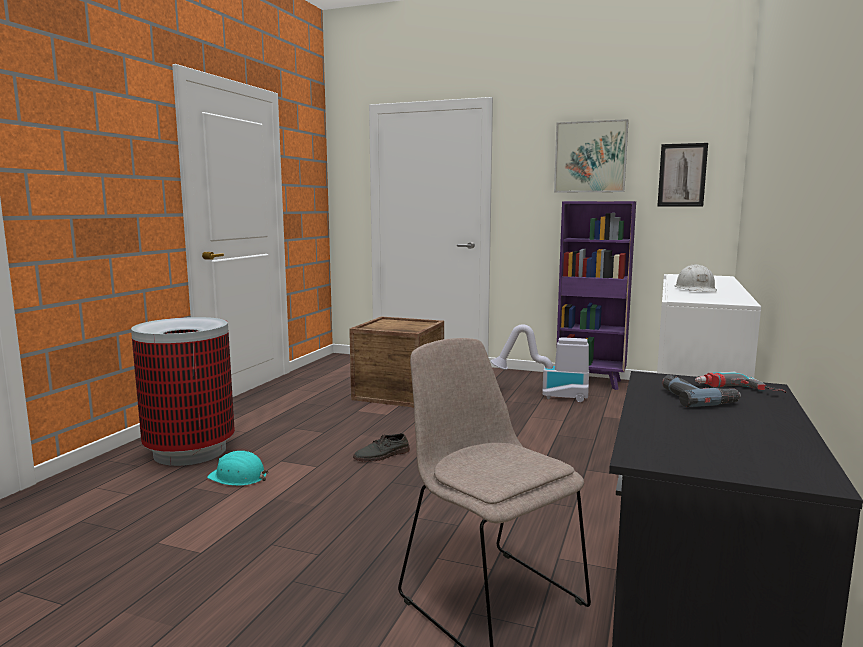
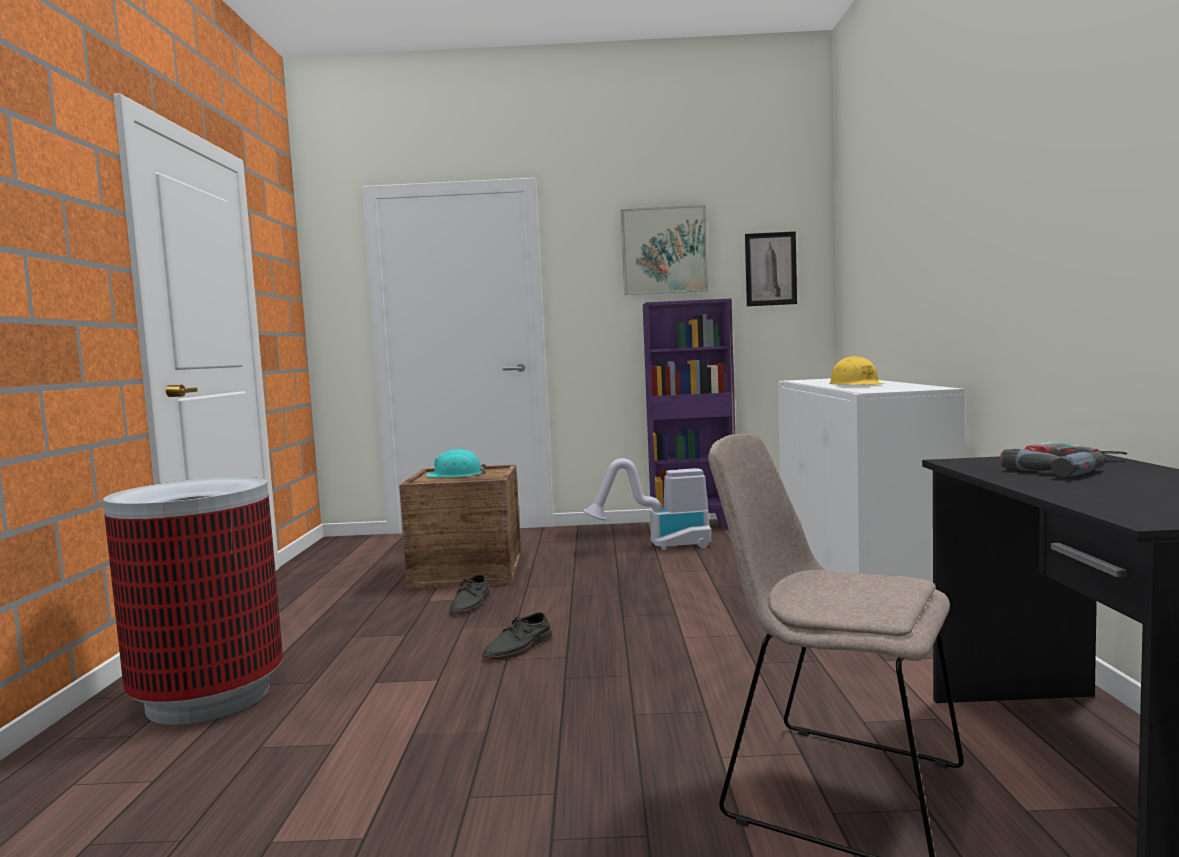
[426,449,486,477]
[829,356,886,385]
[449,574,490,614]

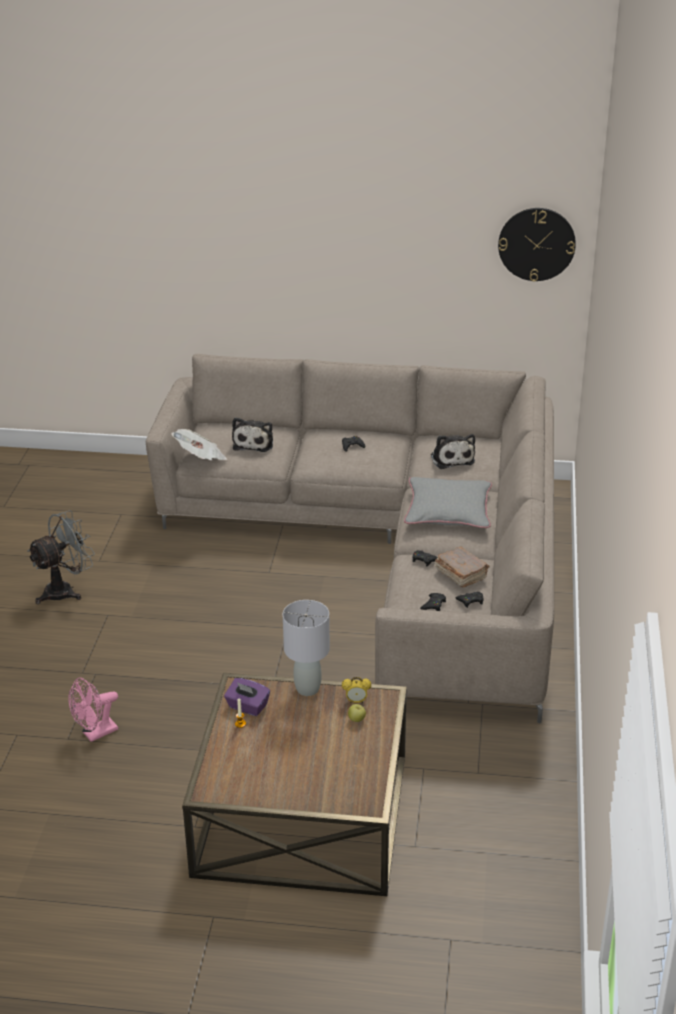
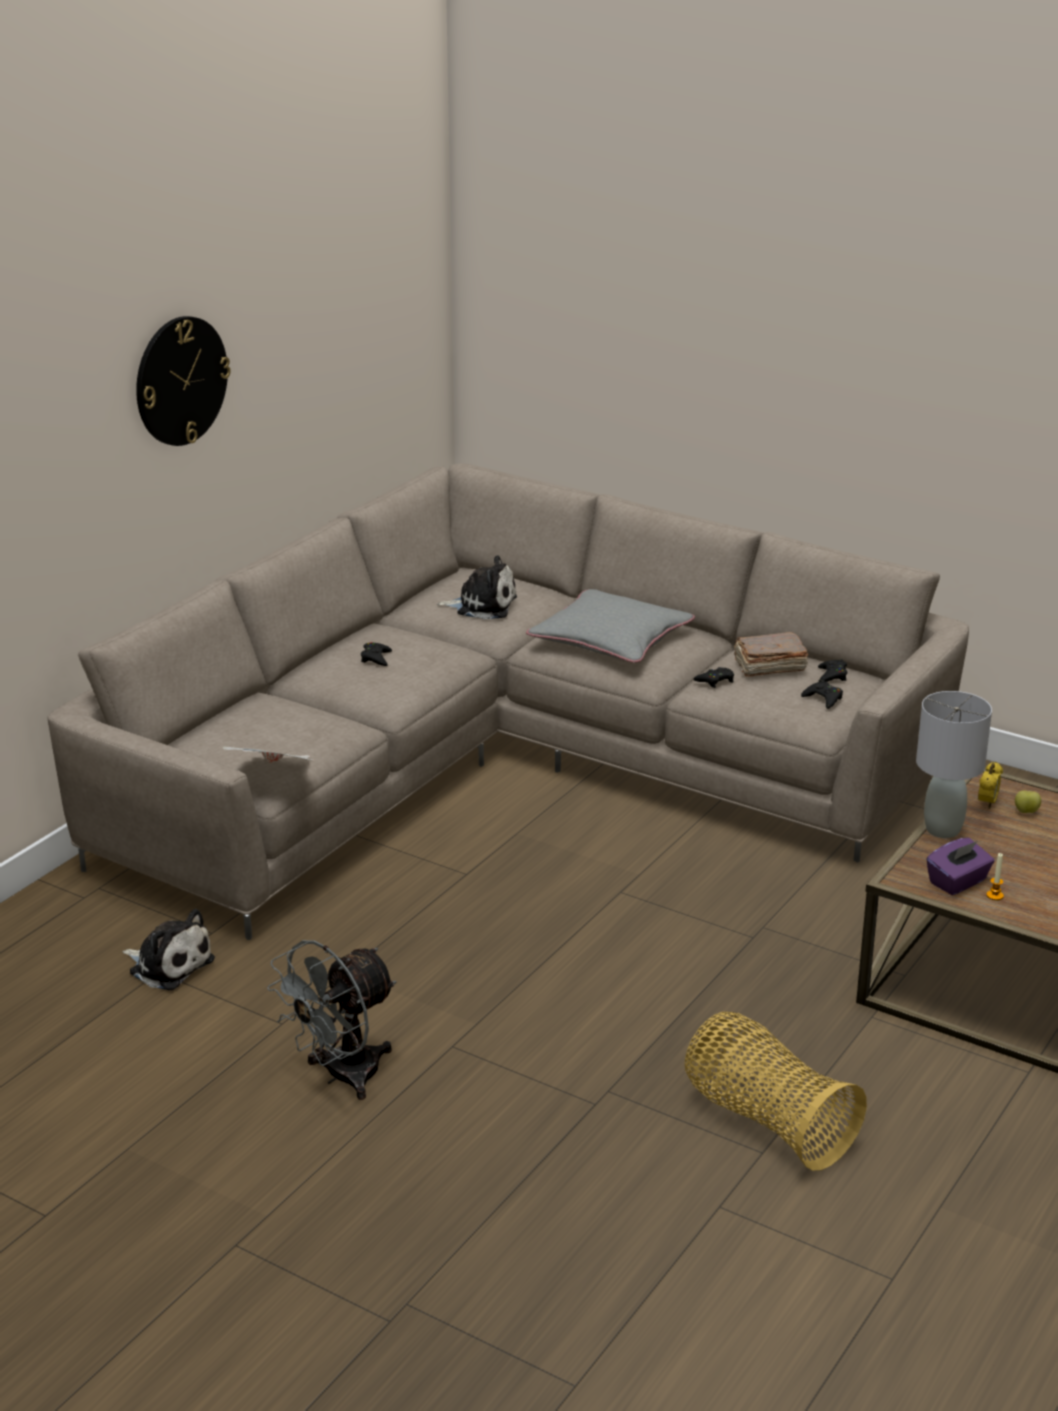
[267,940,397,1100]
[685,1012,867,1171]
[122,909,215,990]
[136,316,231,446]

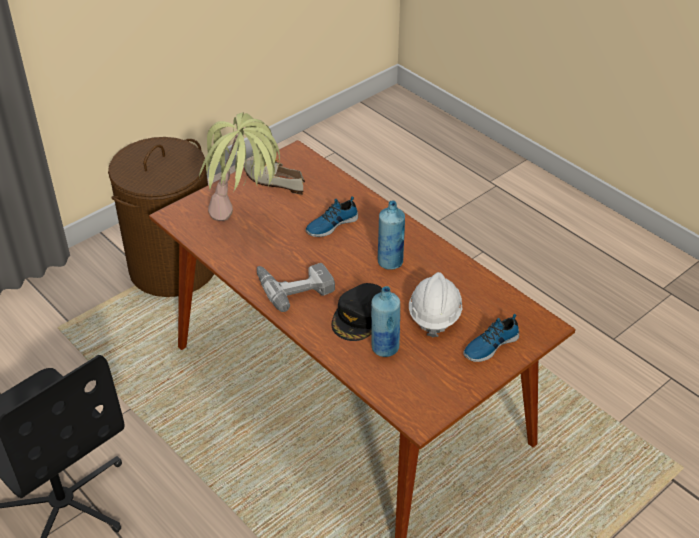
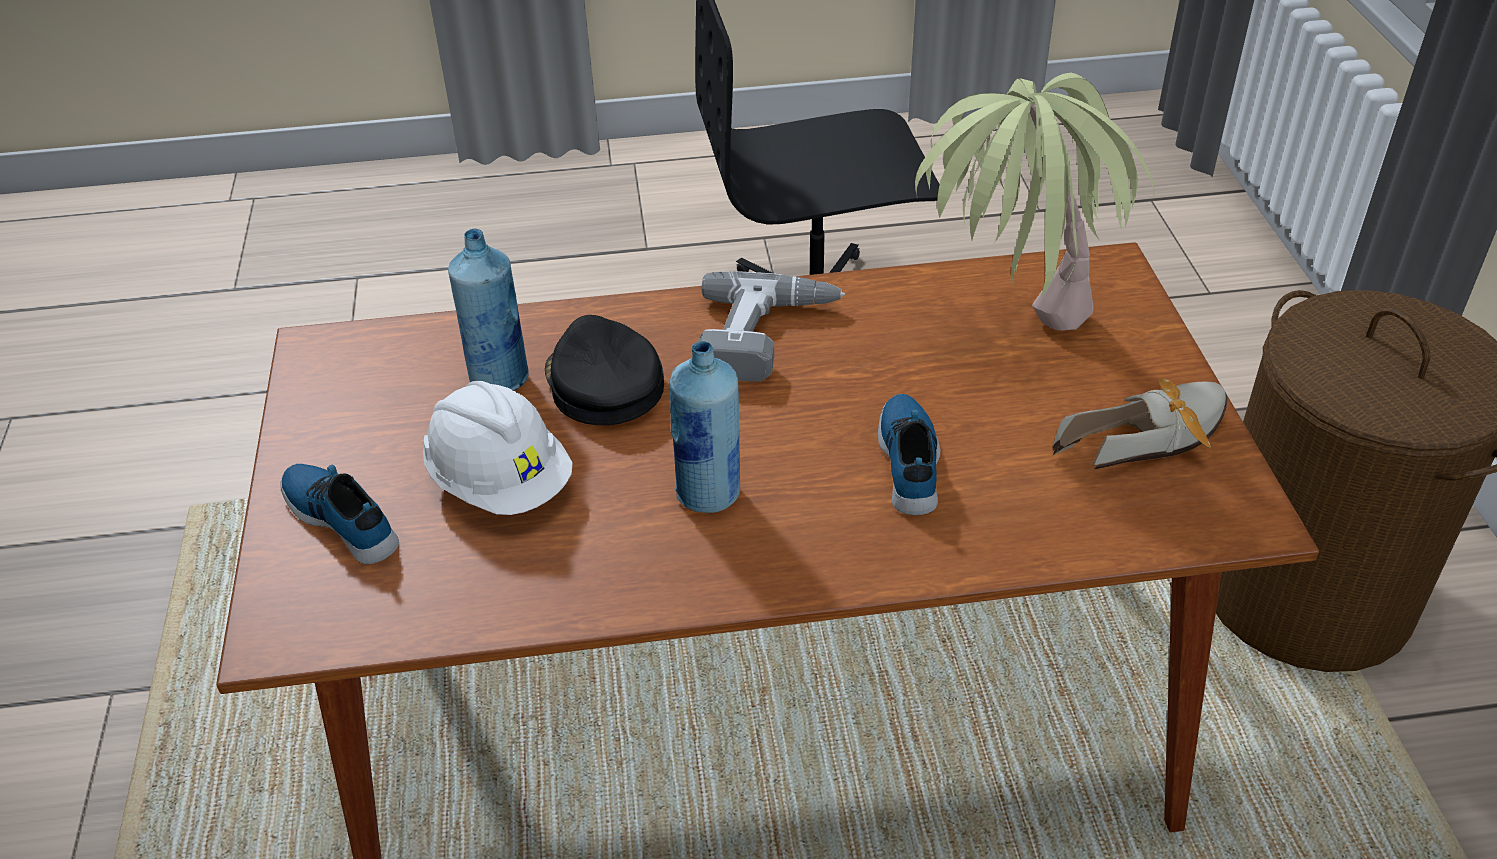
[280,464,399,564]

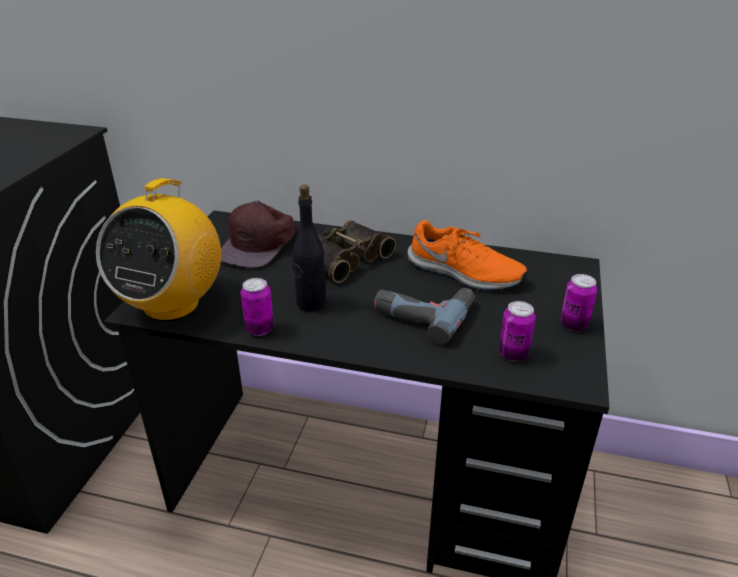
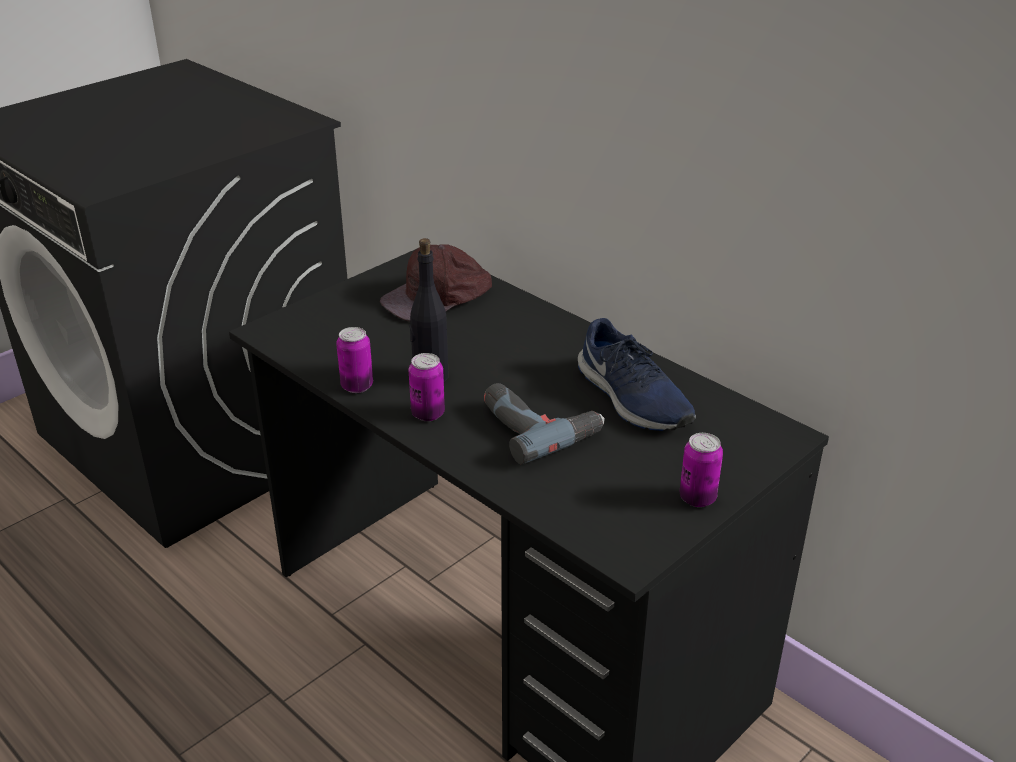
[96,178,221,322] (first image)
[318,220,396,283] (first image)
[578,318,696,431]
[409,353,445,421]

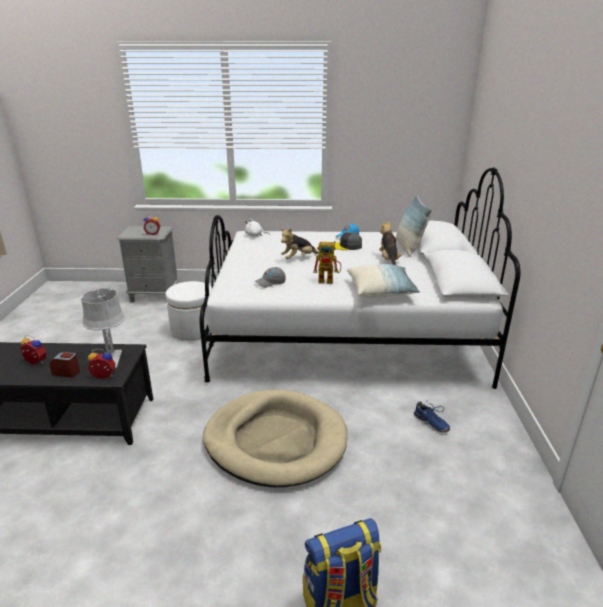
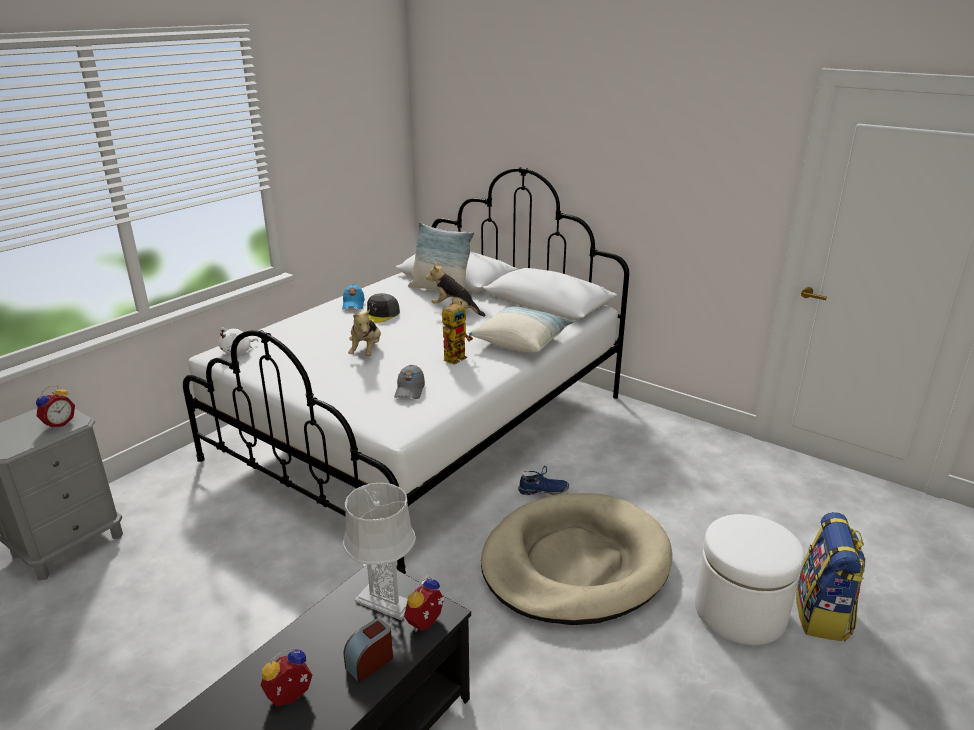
[695,514,804,645]
[518,466,569,495]

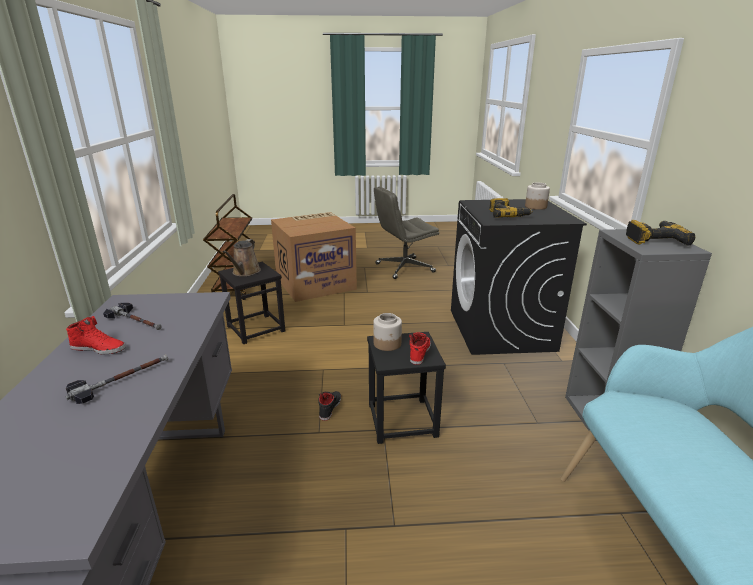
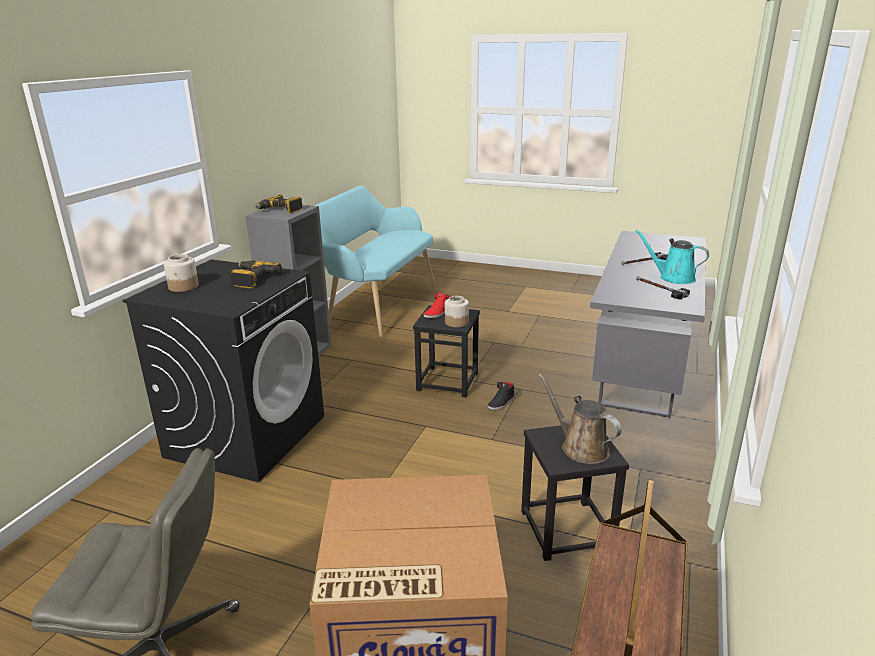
[635,230,709,284]
[538,374,622,464]

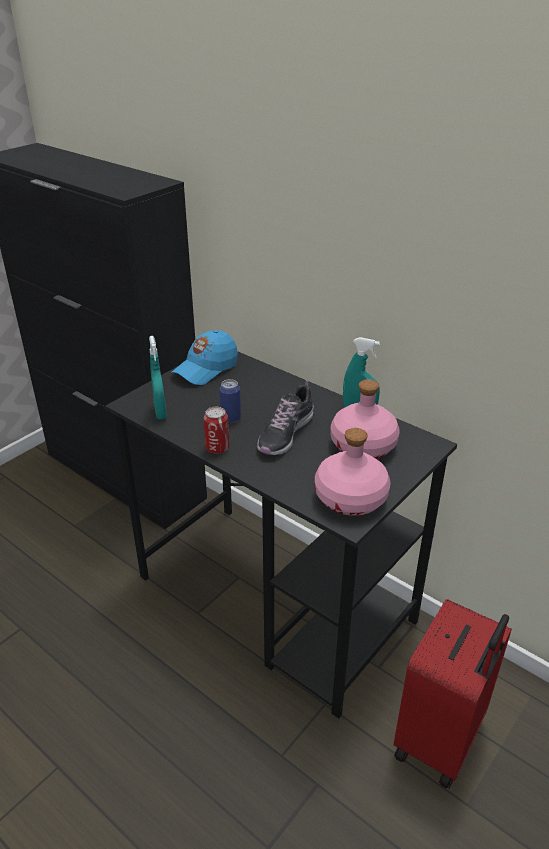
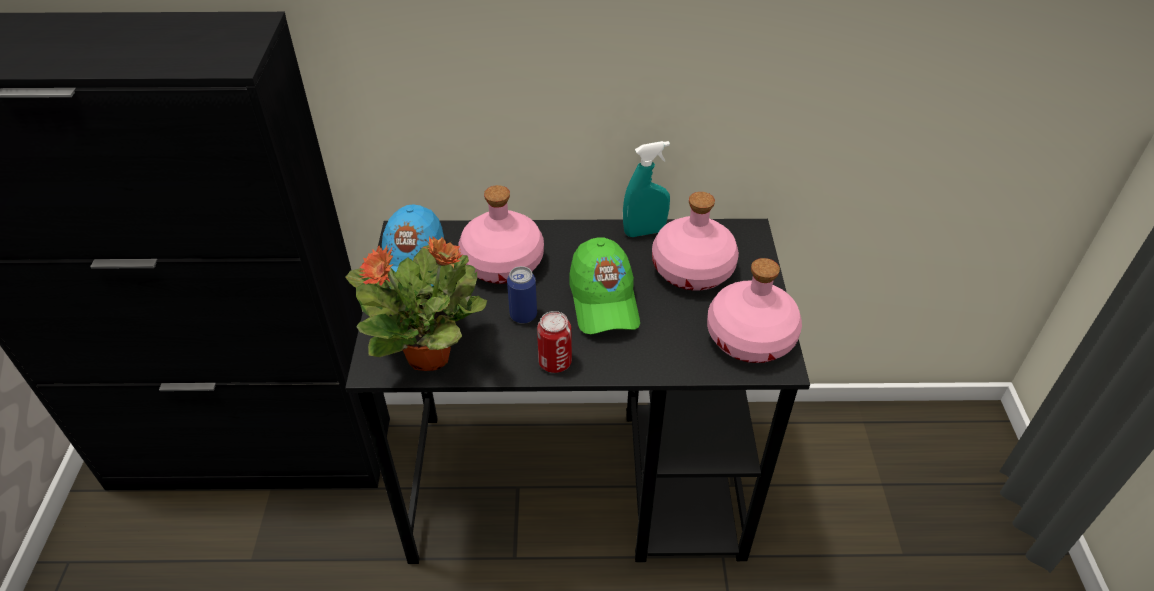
[345,236,487,371]
[570,237,640,335]
[394,599,512,788] (first image)
[458,185,544,284]

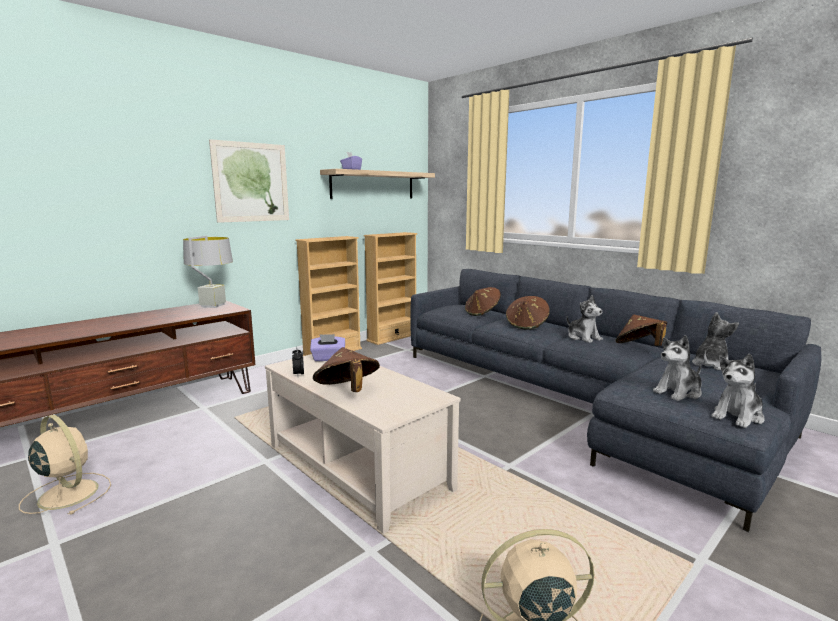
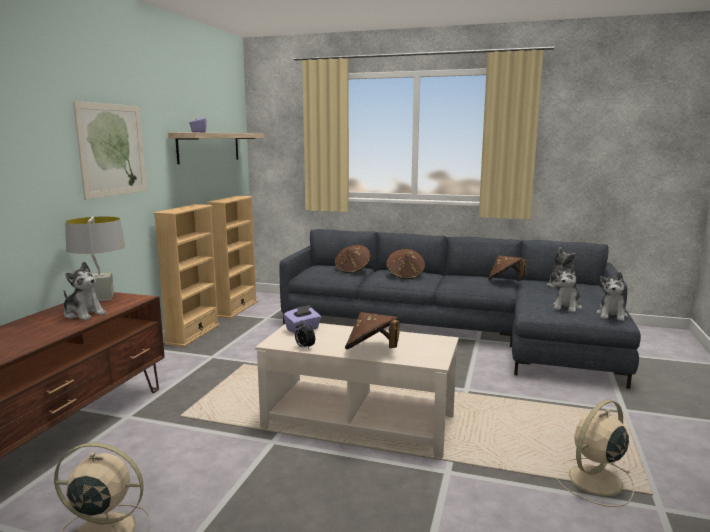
[64,262,106,320]

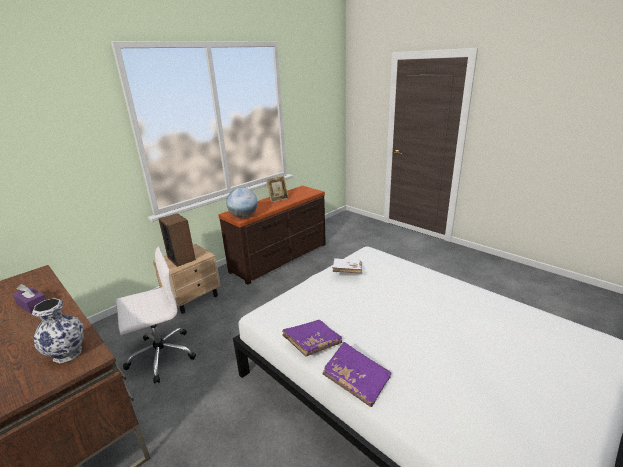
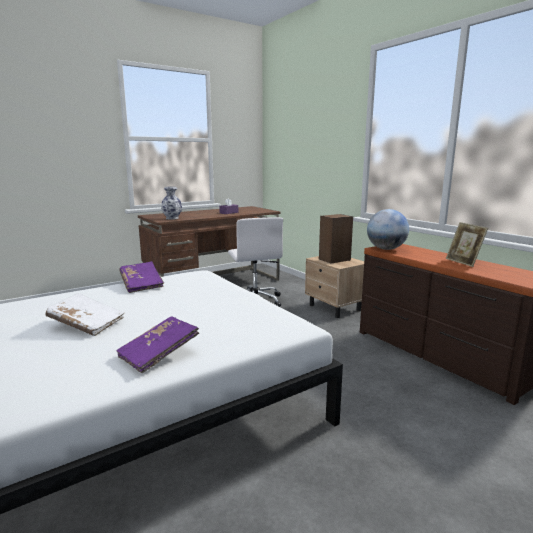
[117,316,199,373]
[45,293,124,336]

